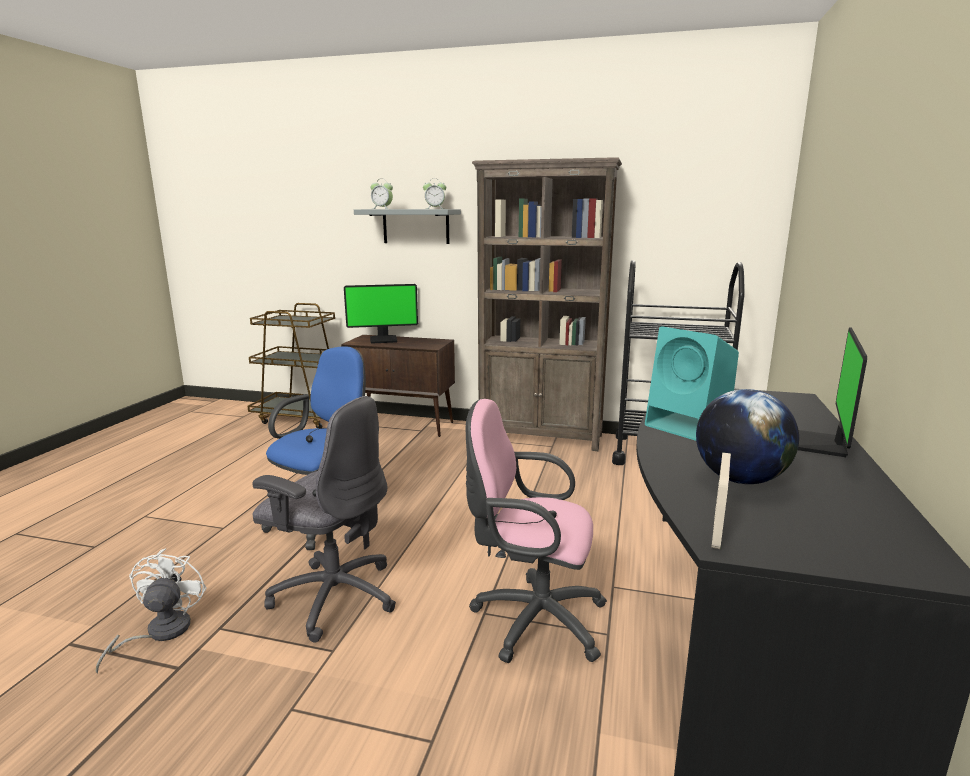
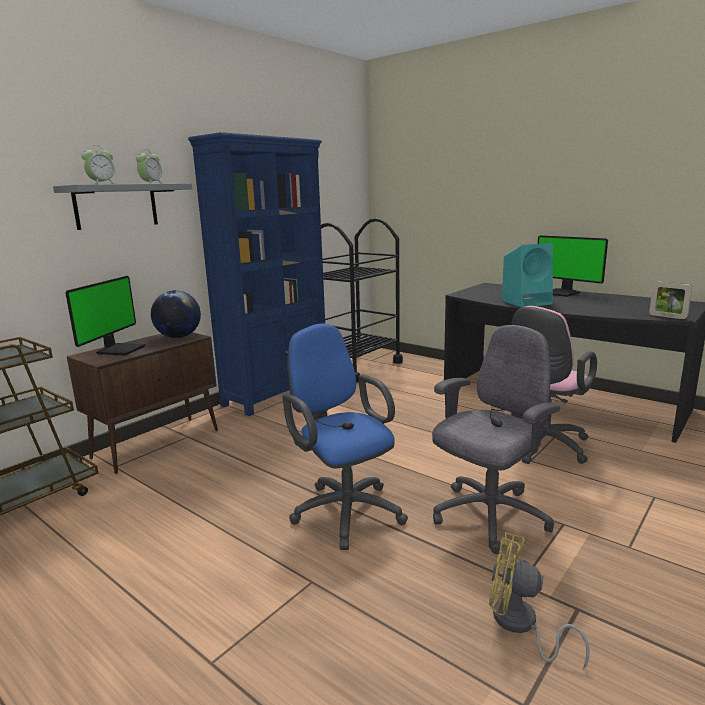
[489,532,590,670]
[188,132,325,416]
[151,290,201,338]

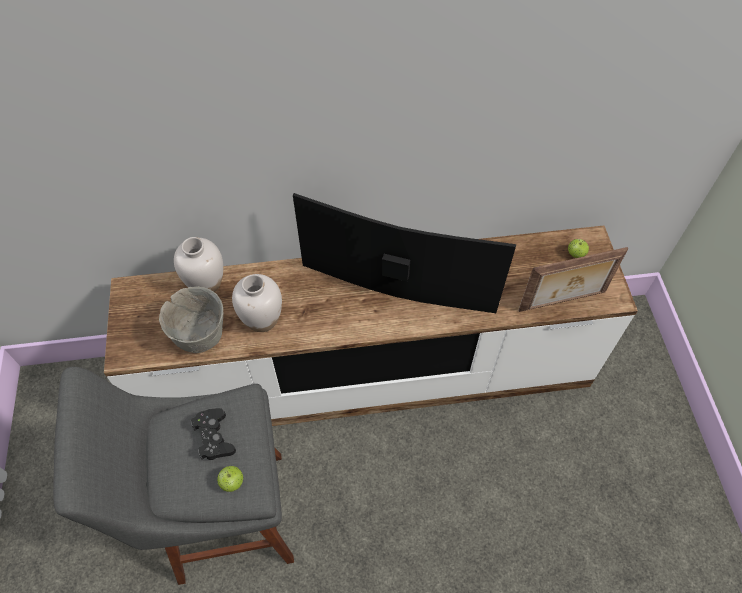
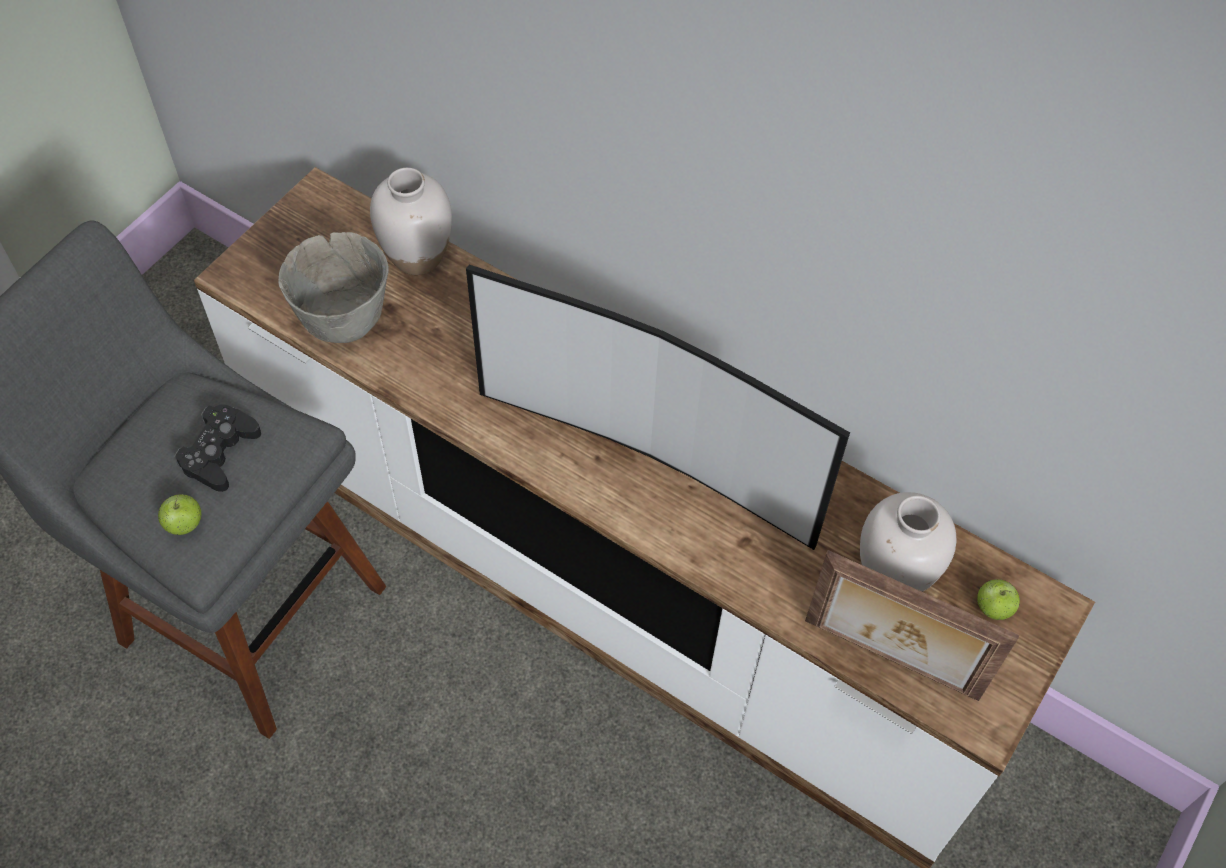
[860,492,956,592]
[466,265,850,550]

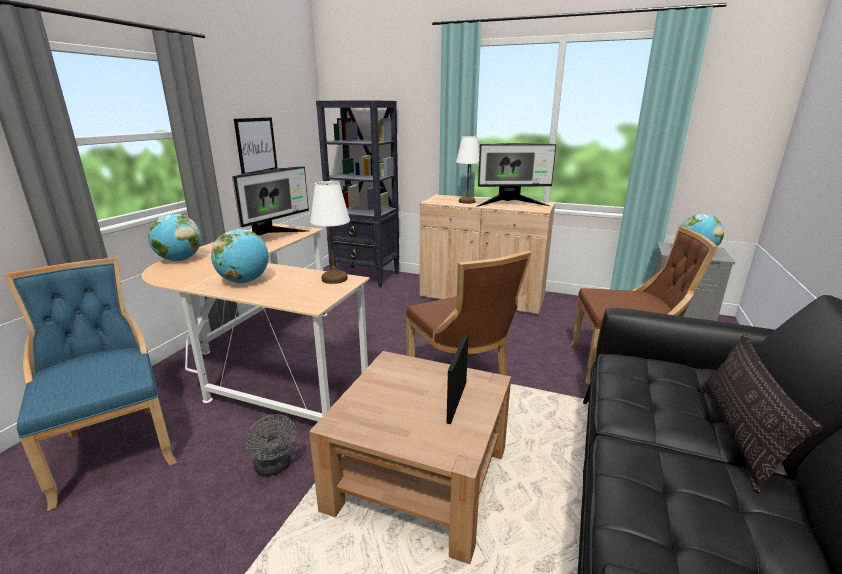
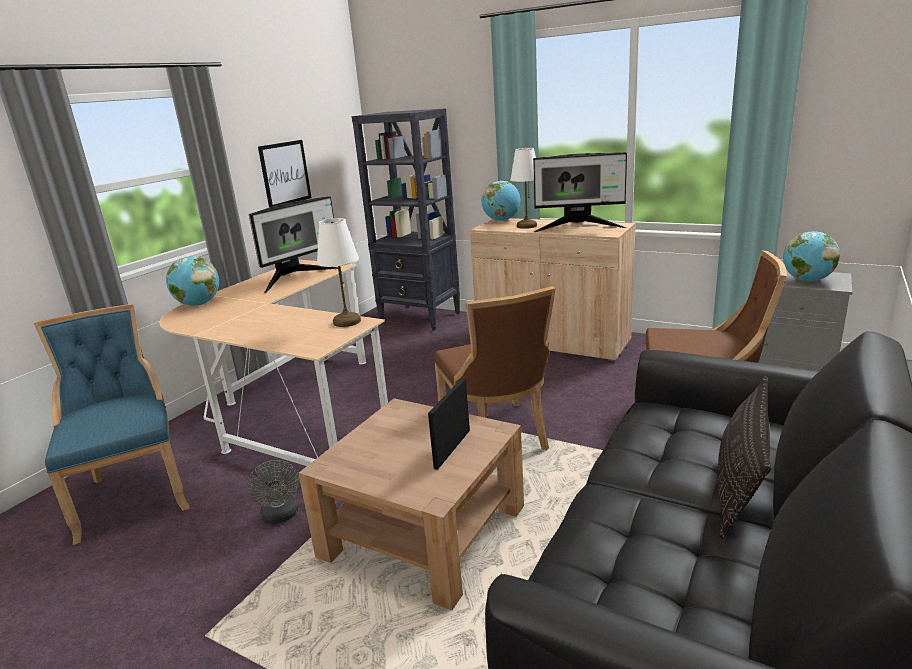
[481,181,520,221]

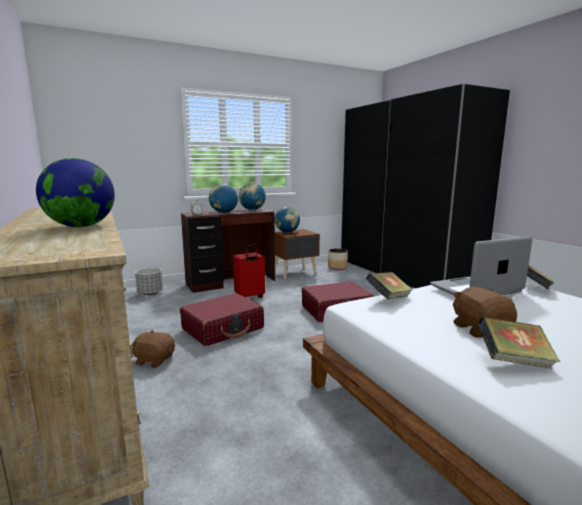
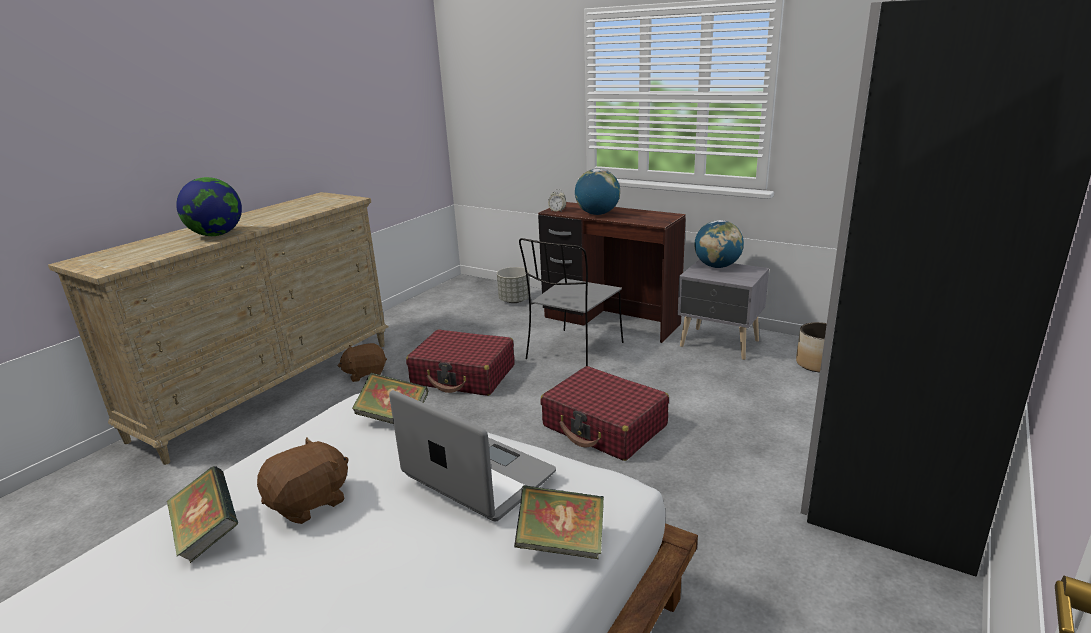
[338,343,387,382]
[519,238,624,366]
[238,183,266,210] (first image)
[678,259,769,360]

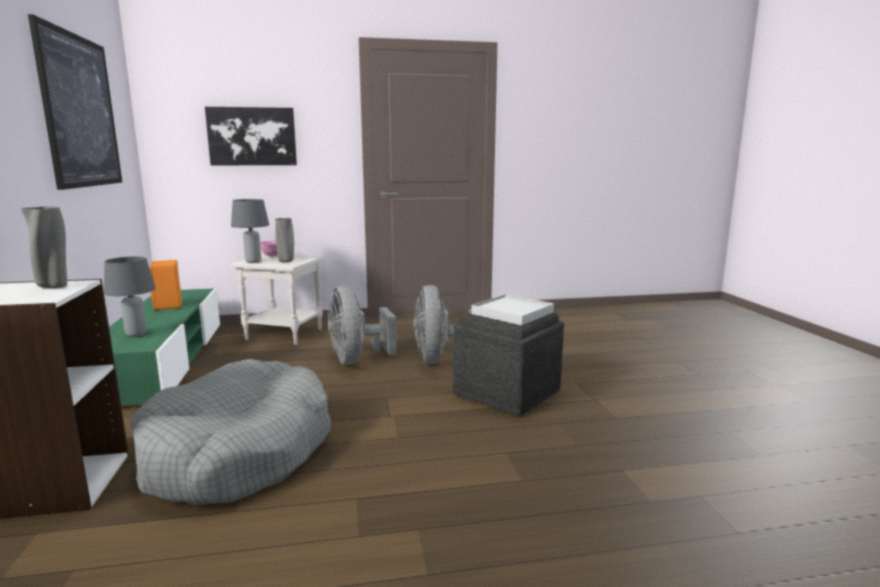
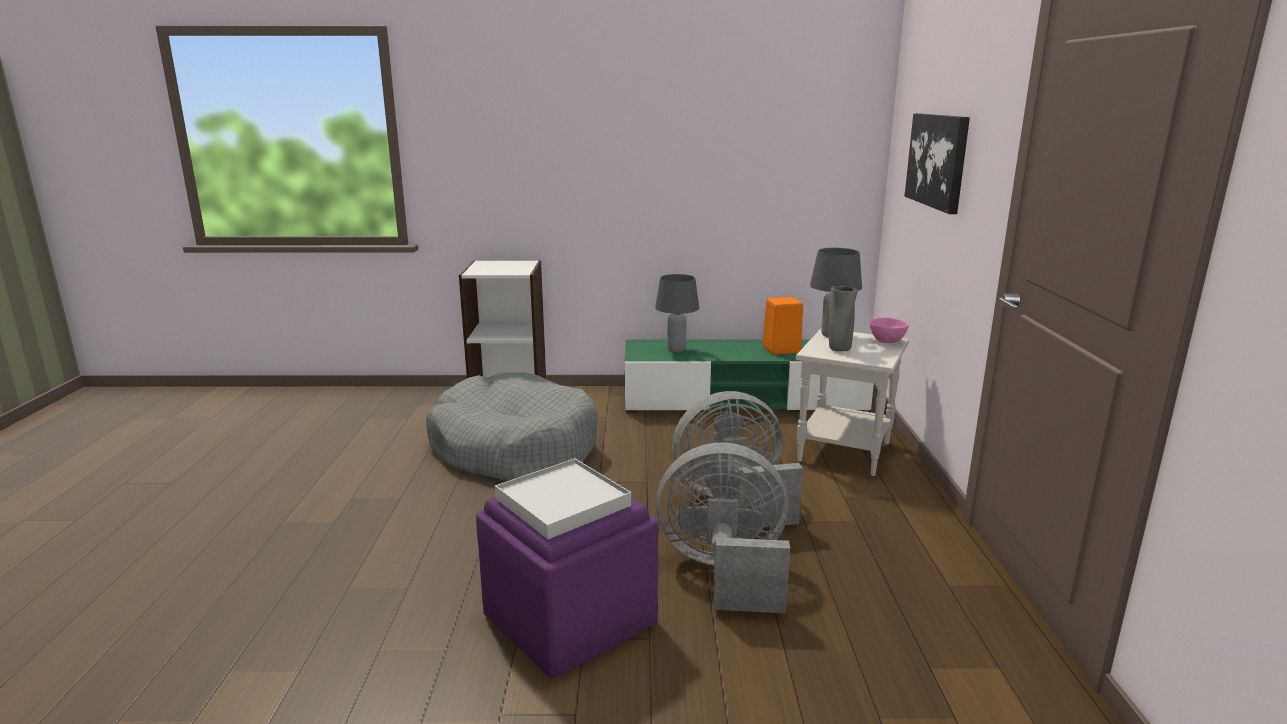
[21,206,67,288] (first image)
[28,14,122,190] (first image)
[476,497,659,678]

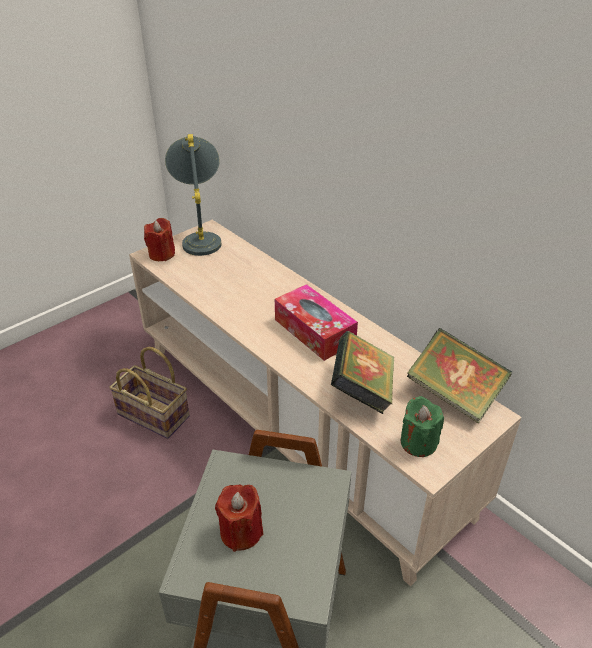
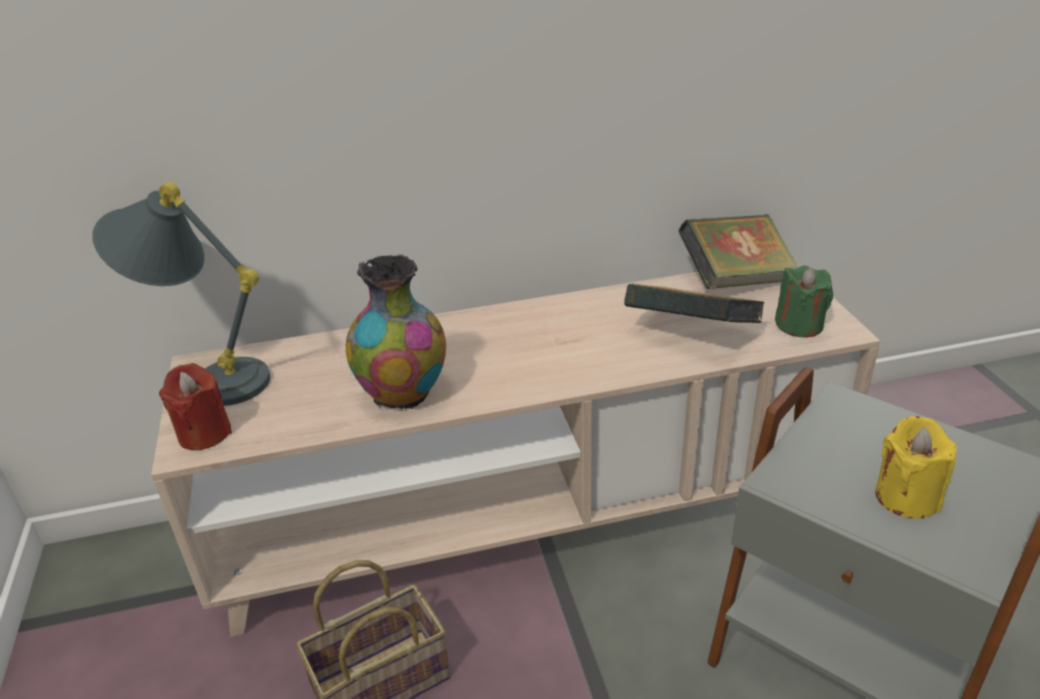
[875,416,957,518]
[275,284,358,361] (first image)
[346,255,446,409]

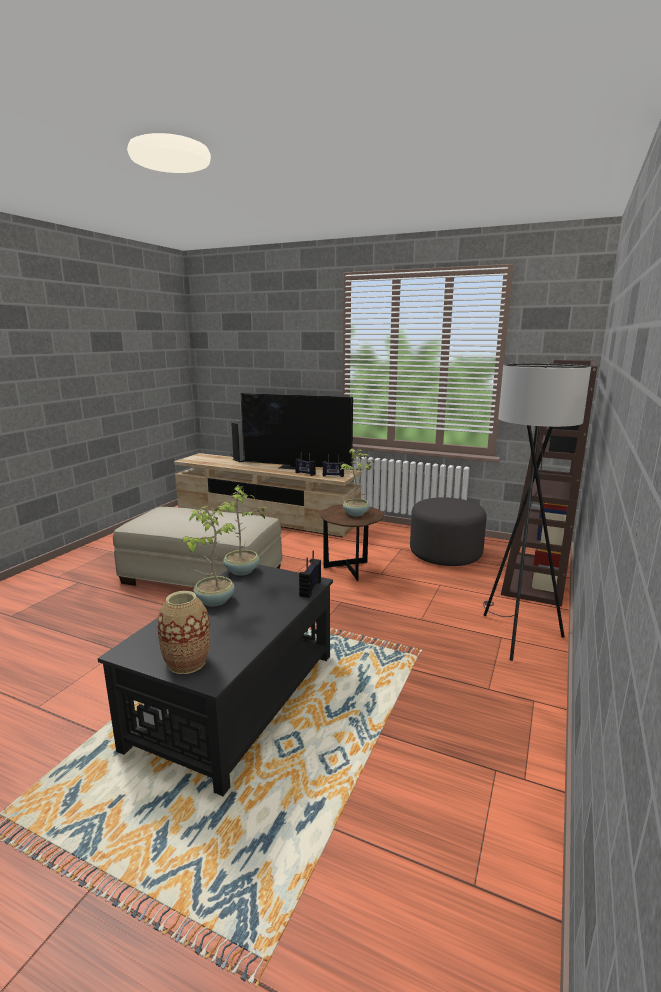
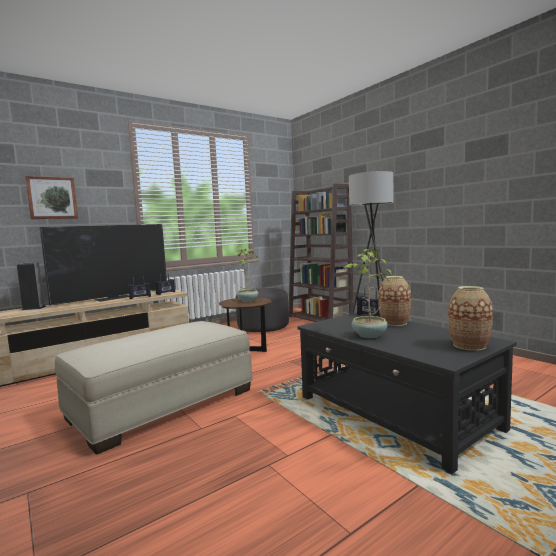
[218,484,270,576] (first image)
[25,176,78,219]
[378,276,411,326]

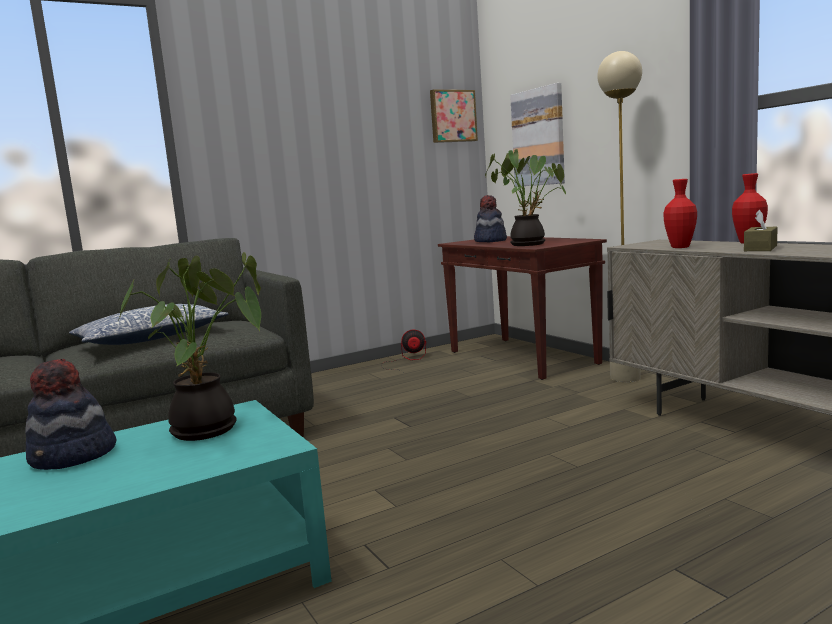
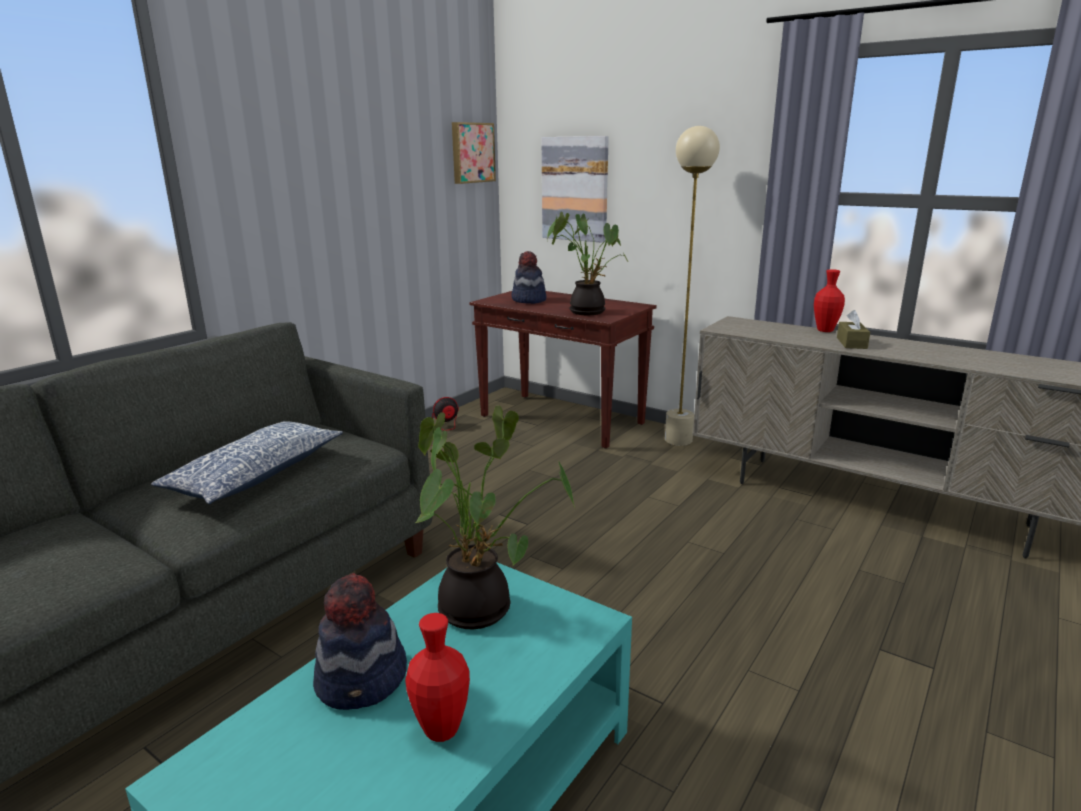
[405,613,470,742]

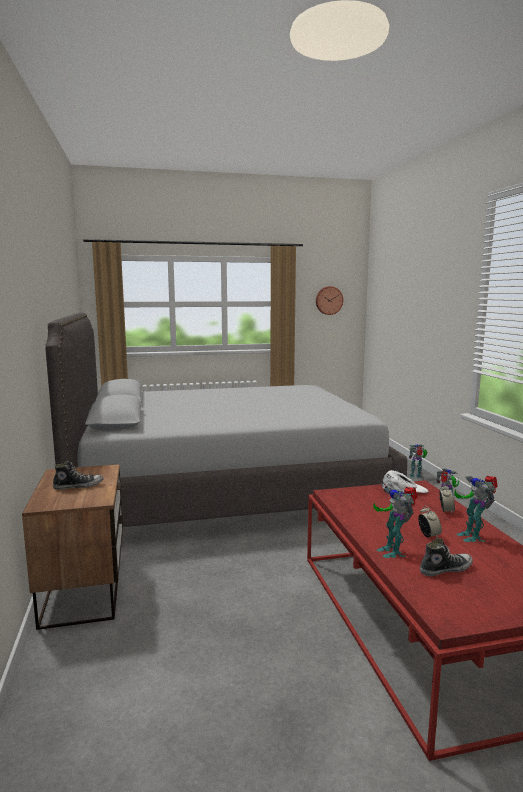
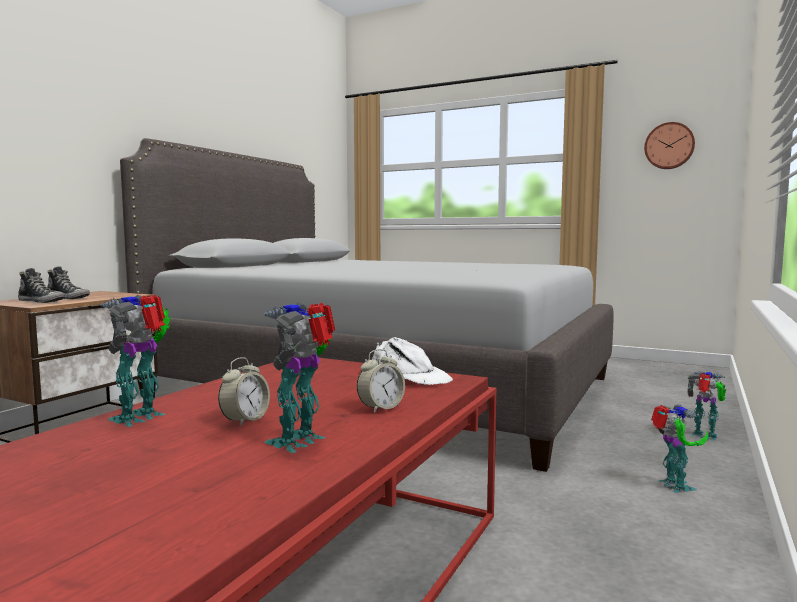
[18,268,65,303]

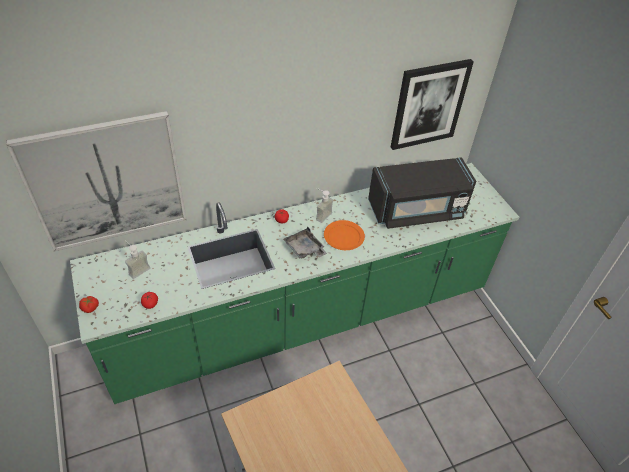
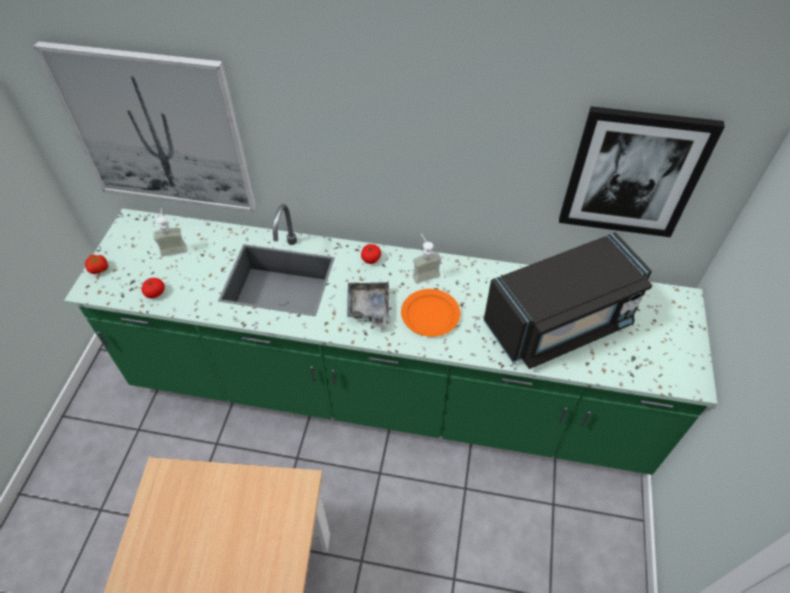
[483,232,653,369]

